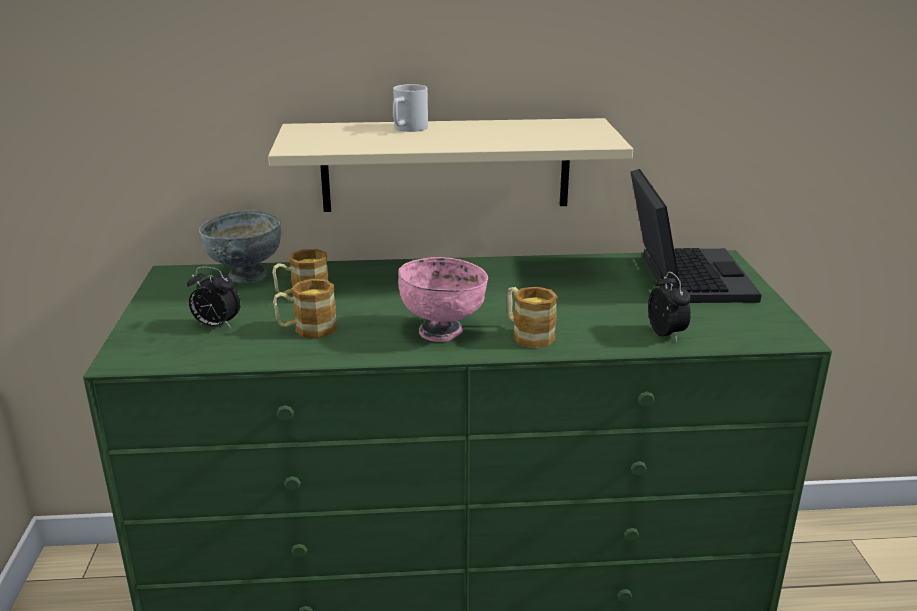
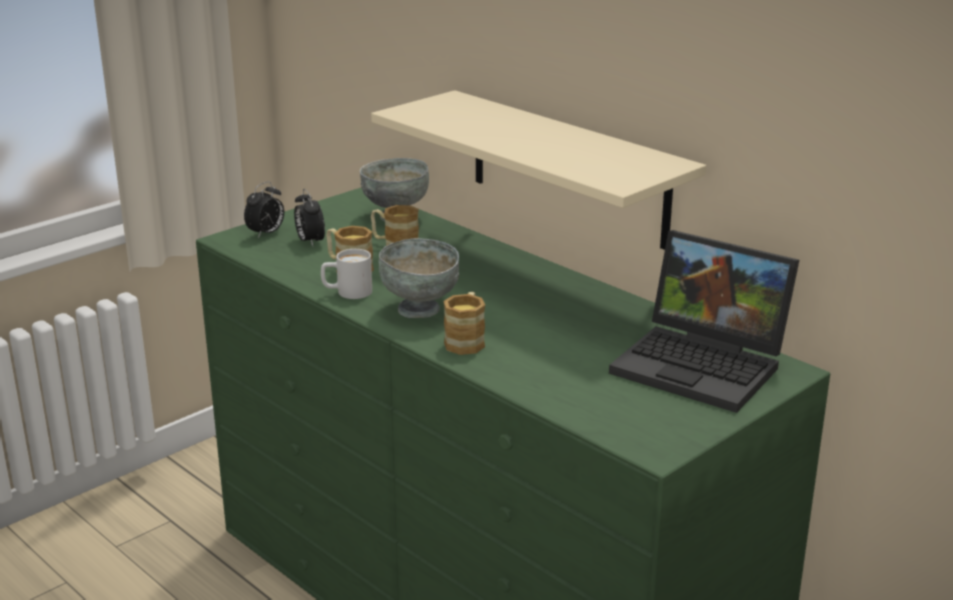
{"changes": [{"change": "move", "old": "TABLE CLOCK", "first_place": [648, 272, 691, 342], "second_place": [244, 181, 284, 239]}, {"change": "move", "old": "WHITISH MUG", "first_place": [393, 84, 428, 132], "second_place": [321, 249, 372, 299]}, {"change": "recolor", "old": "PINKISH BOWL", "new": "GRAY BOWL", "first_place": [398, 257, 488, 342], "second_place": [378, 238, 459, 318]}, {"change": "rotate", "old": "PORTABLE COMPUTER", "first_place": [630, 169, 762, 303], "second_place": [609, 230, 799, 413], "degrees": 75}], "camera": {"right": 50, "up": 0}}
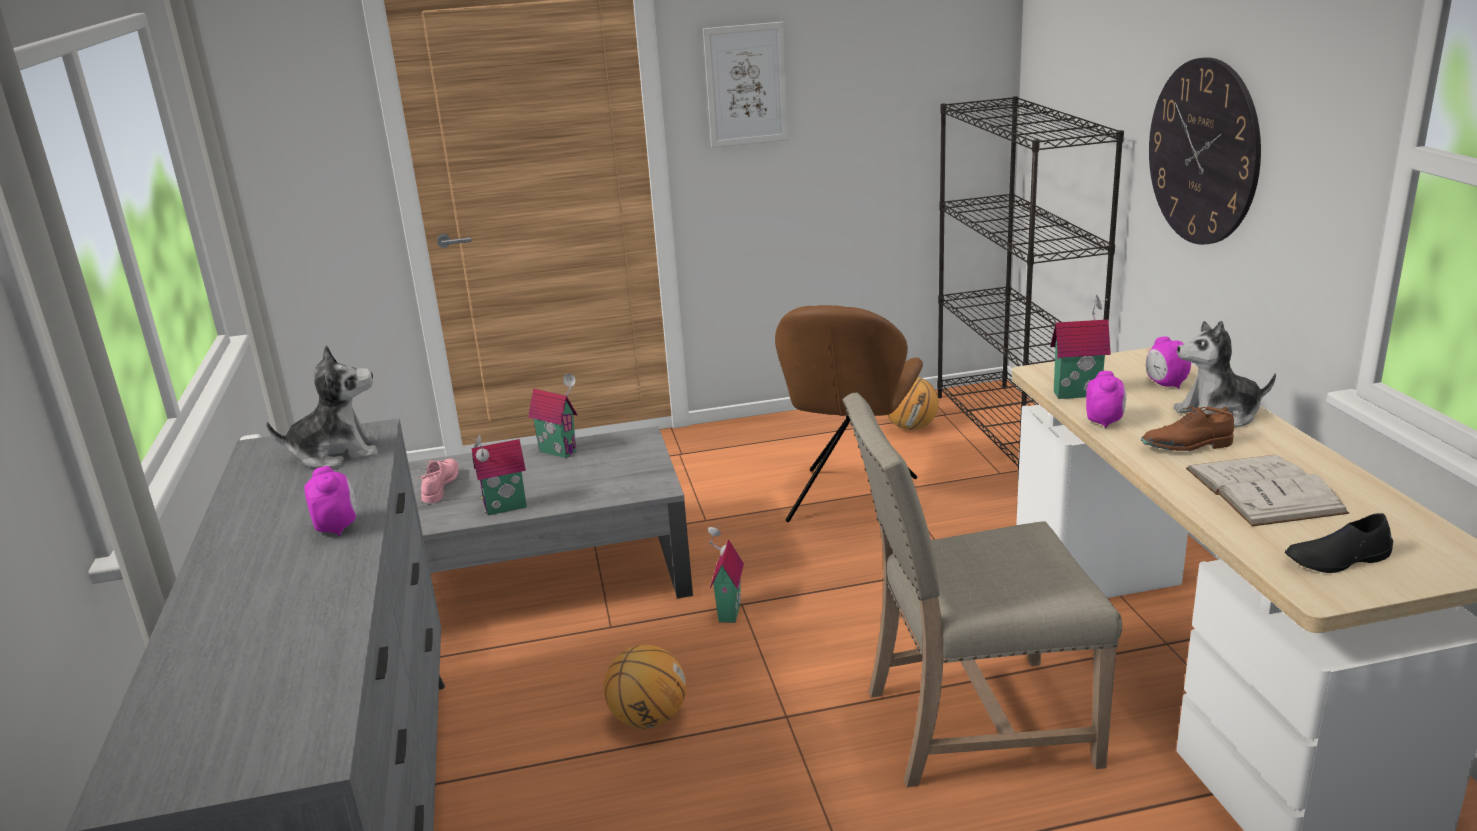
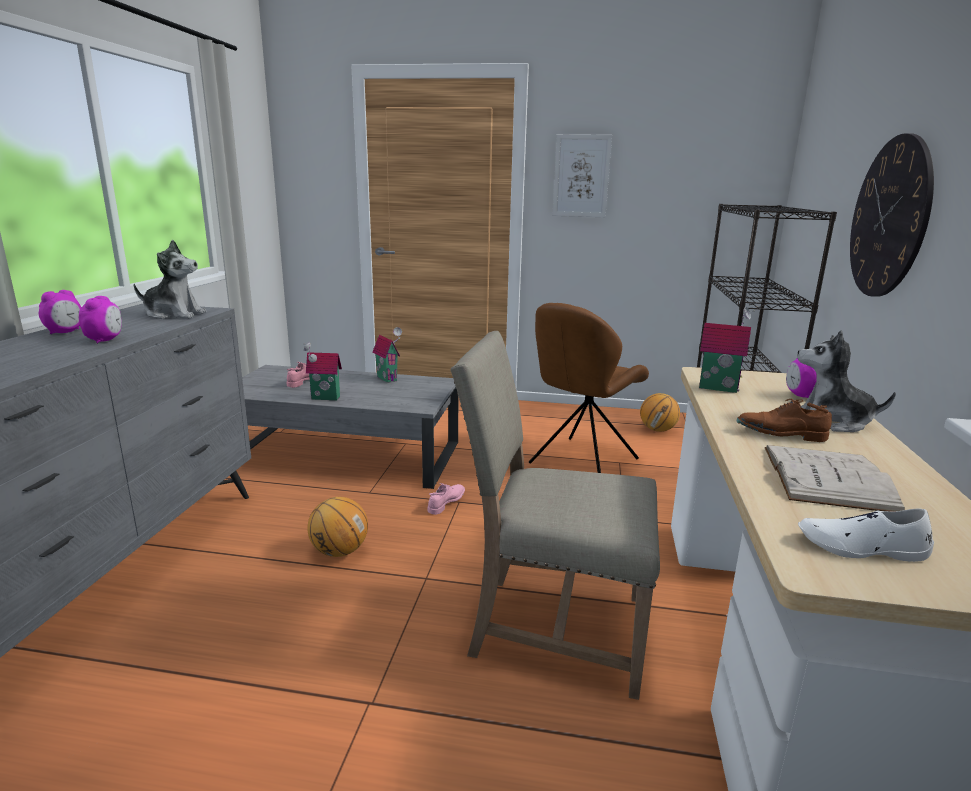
{"changes": [{"change": "move", "old": "TABLE CLOCK", "first_place": [1086, 371, 1126, 428], "second_place": [39, 290, 81, 334]}, {"change": "replace", "old": "TOY HOUSE", "new": "PINKISH SHOE", "first_place": [708, 525, 744, 623], "second_place": [427, 483, 465, 515]}, {"change": "recolor", "old": "BLACK SHOE", "new": "WHITISH SHOE", "first_place": [1285, 513, 1393, 573], "second_place": [798, 509, 934, 562]}], "camera": {"right": 20, "up": -5}}
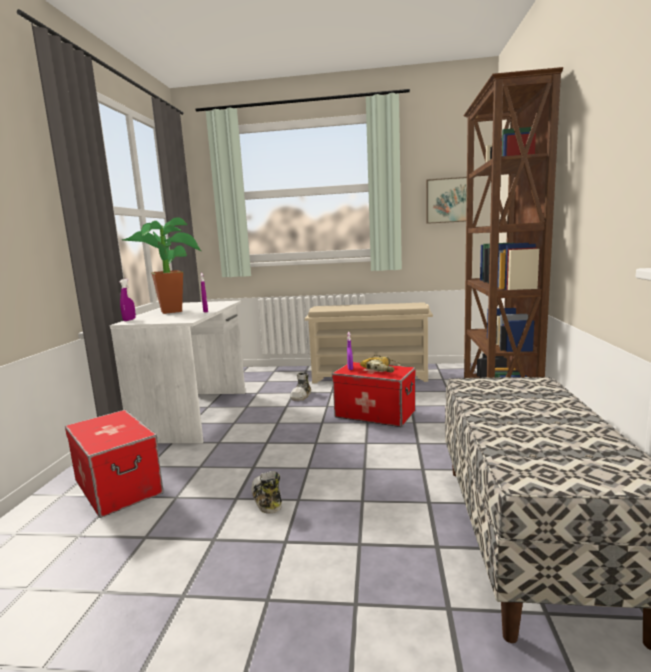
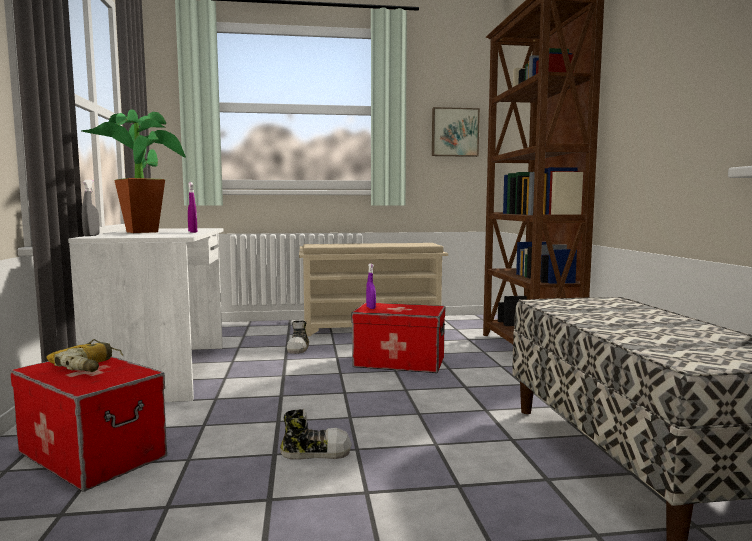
{"changes": [{"change": "move", "old": "DRILL", "first_place": [360, 355, 400, 372], "second_place": [46, 339, 123, 372]}, {"change": "recolor", "old": "PURPLE SPRAYER", "new": "GRAY SPRAYER", "first_place": [119, 279, 136, 321], "second_place": [82, 180, 100, 236]}, {"change": "rotate", "old": "SHOE", "first_place": [251, 471, 282, 514], "second_place": [280, 409, 352, 460], "degrees": 120}], "camera": {"right": -15, "up": -5}}
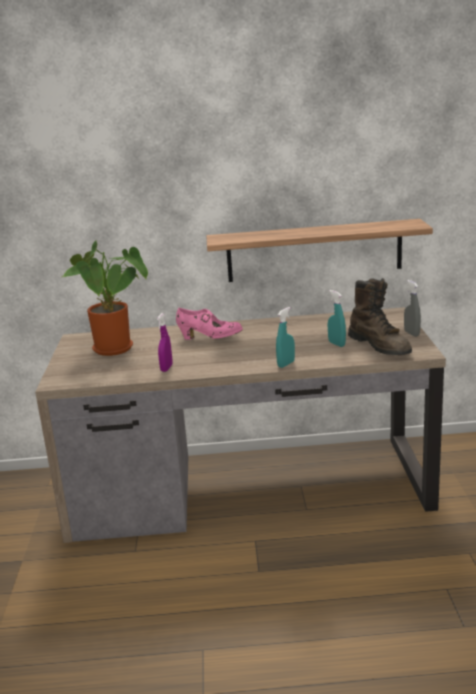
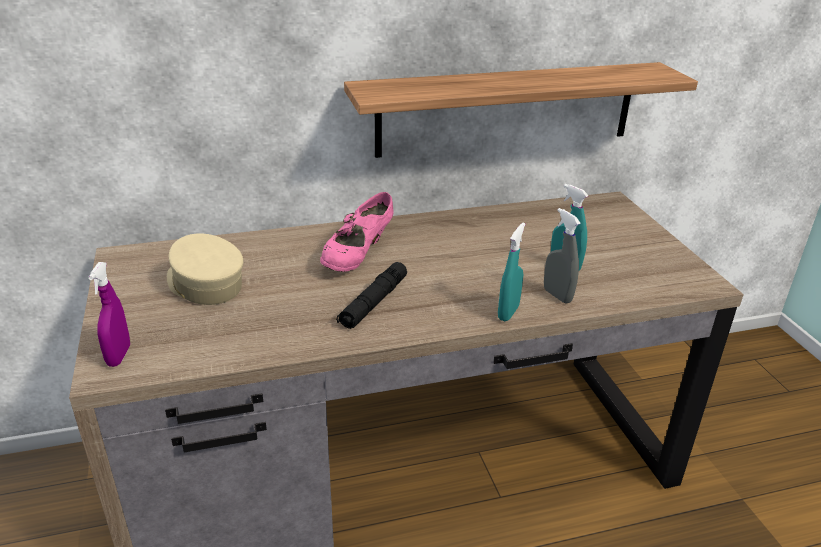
{"changes": [{"change": "move", "old": "PURPLE SPRAYER", "first_place": [157, 313, 173, 372], "second_place": [88, 262, 130, 367]}, {"change": "replace", "old": "HOUSEPLANT", "new": "BEIGE-COLOURED PEAKED CAP", "first_place": [62, 240, 148, 356], "second_place": [167, 234, 243, 305]}, {"change": "rotate", "old": "PINKISH SHOE", "first_place": [176, 308, 243, 340], "second_place": [320, 192, 394, 272], "degrees": 120}, {"change": "insert", "new": "BLACK HAND TORCH", "second_place": [336, 262, 407, 329]}, {"change": "move", "old": "GRAY SPRAYER", "first_place": [404, 280, 421, 337], "second_place": [544, 208, 581, 304]}, {"change": "delete", "old": "BROWN-COLOURED HIGH-TOP BOOT", "first_place": [348, 278, 412, 355]}], "camera": {"right": -15, "up": 10}}
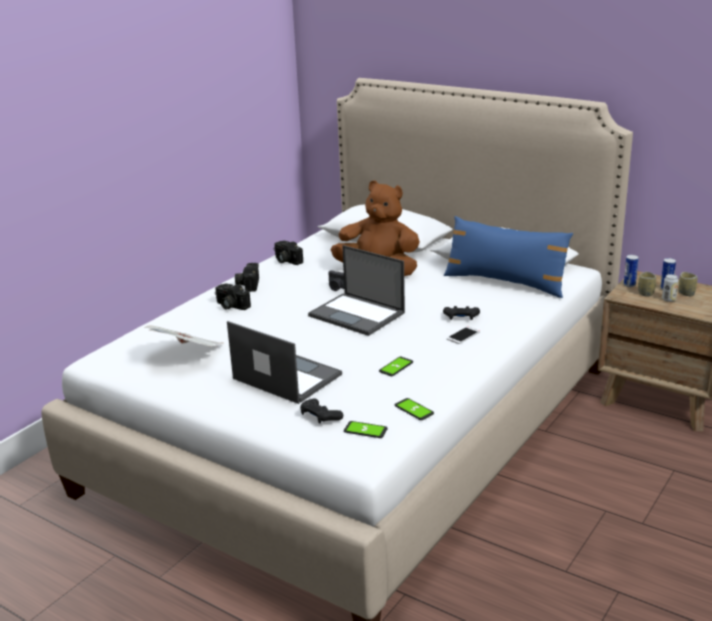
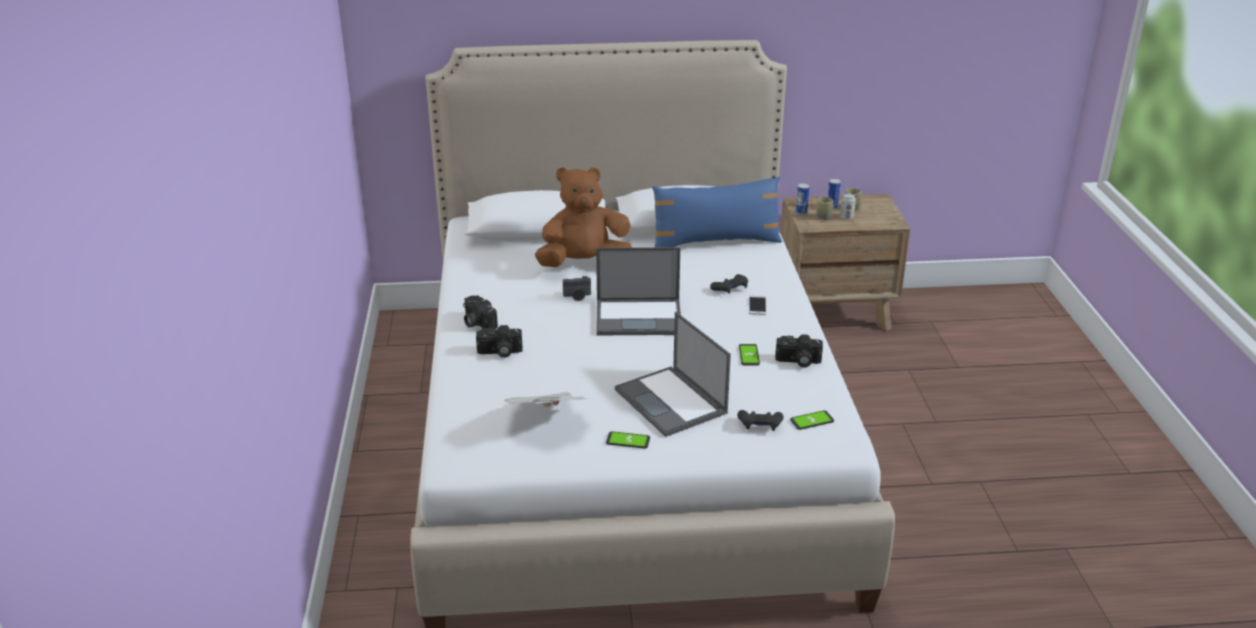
{"changes": [{"change": "move", "old": "PHONE", "first_place": [395, 398, 434, 420], "second_place": [606, 431, 650, 449]}, {"change": "rotate", "old": "PORTABLE COMPUTER", "first_place": [227, 321, 342, 404], "second_place": [615, 312, 731, 437], "degrees": -120}, {"change": "move", "old": "PHOTO CAMERA", "first_place": [274, 241, 303, 265], "second_place": [775, 334, 823, 367]}], "camera": {"right": -40, "up": 5}}
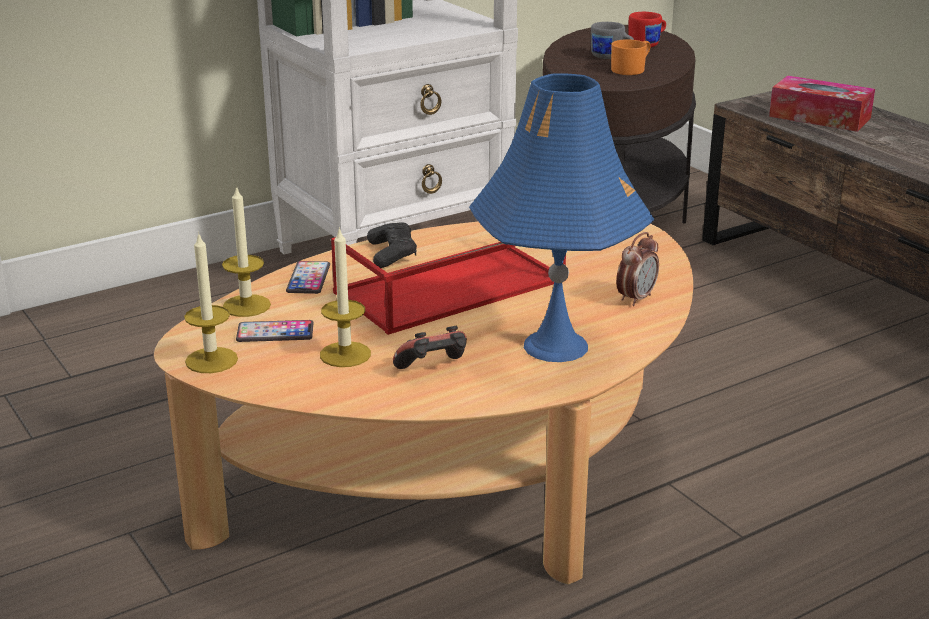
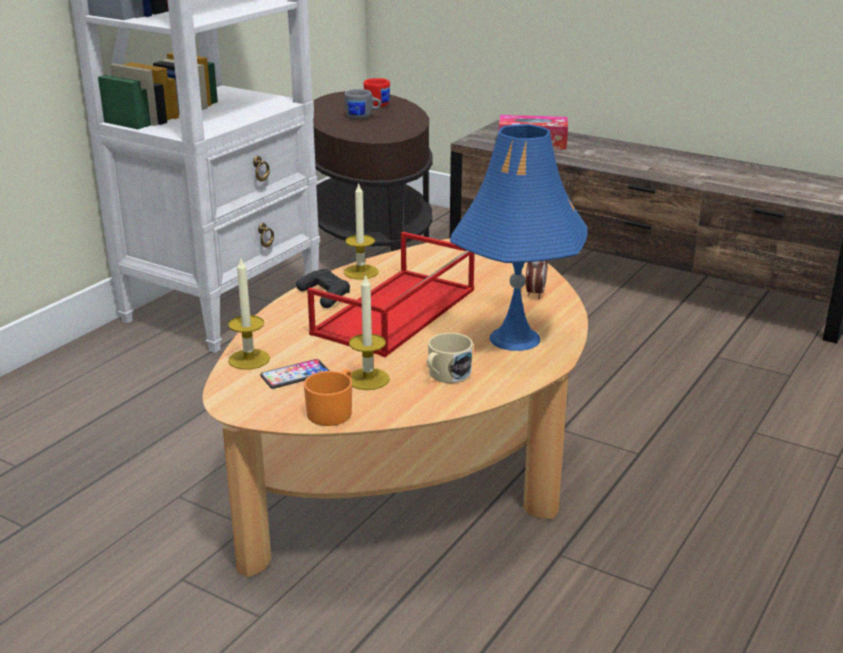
{"changes": [{"change": "move", "old": "ORANGE MUG", "first_place": [611, 39, 651, 75], "second_place": [304, 369, 352, 426]}, {"change": "move", "old": "CANDLE", "first_place": [184, 232, 238, 373], "second_place": [344, 182, 378, 279]}, {"change": "replace", "old": "JOYPAD", "new": "BEIGE-COLOURED MUG", "first_place": [393, 326, 467, 369], "second_place": [427, 333, 473, 383]}, {"change": "delete", "old": "PHONE", "first_place": [286, 261, 330, 294]}], "camera": {"right": -25, "up": 0}}
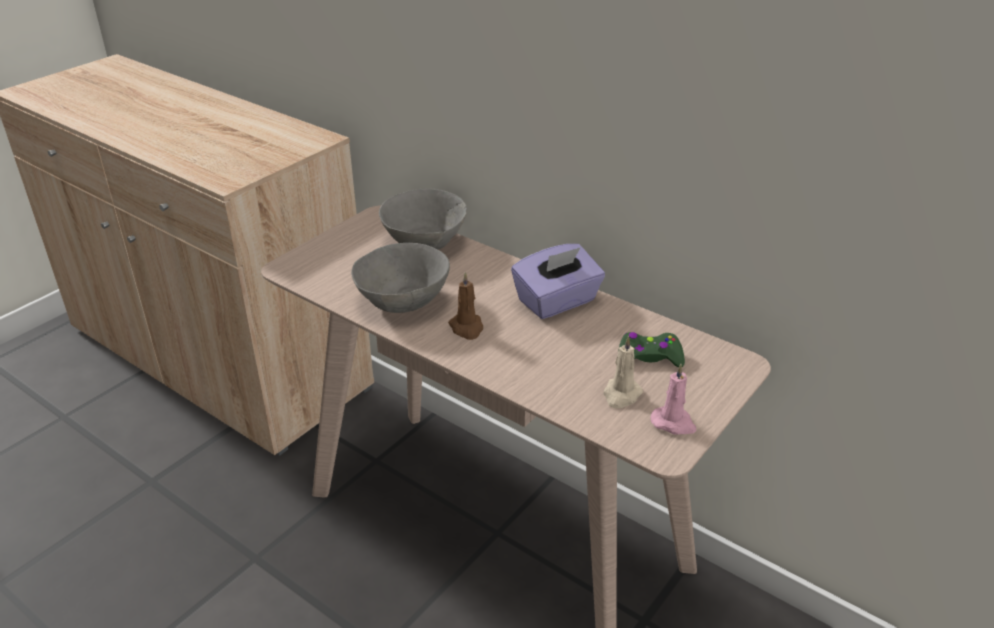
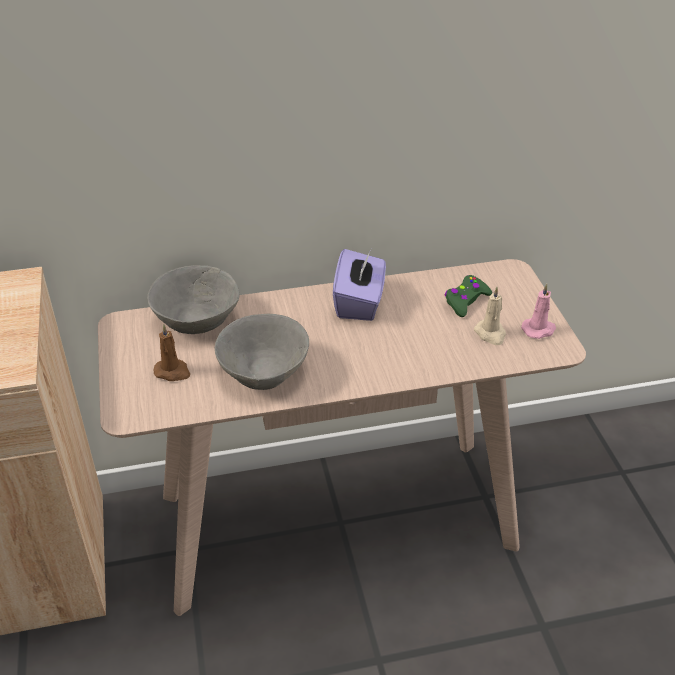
{"changes": [{"change": "move", "old": "BROWN-COLOURED CANDLE", "first_place": [448, 272, 483, 340], "second_place": [154, 324, 190, 381]}], "camera": {"right": -50, "up": 5}}
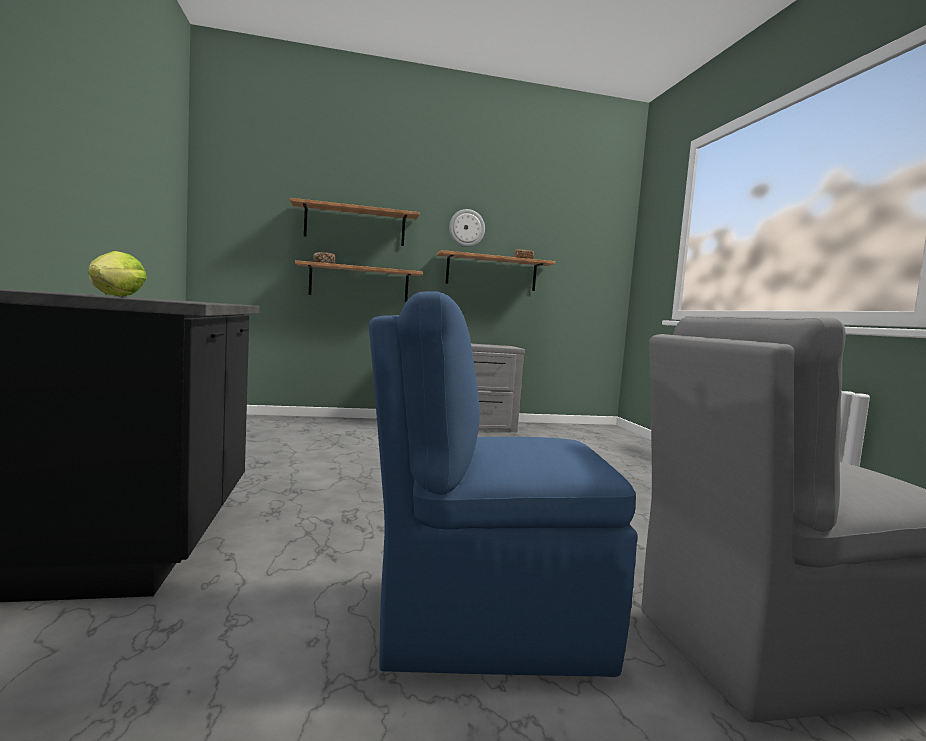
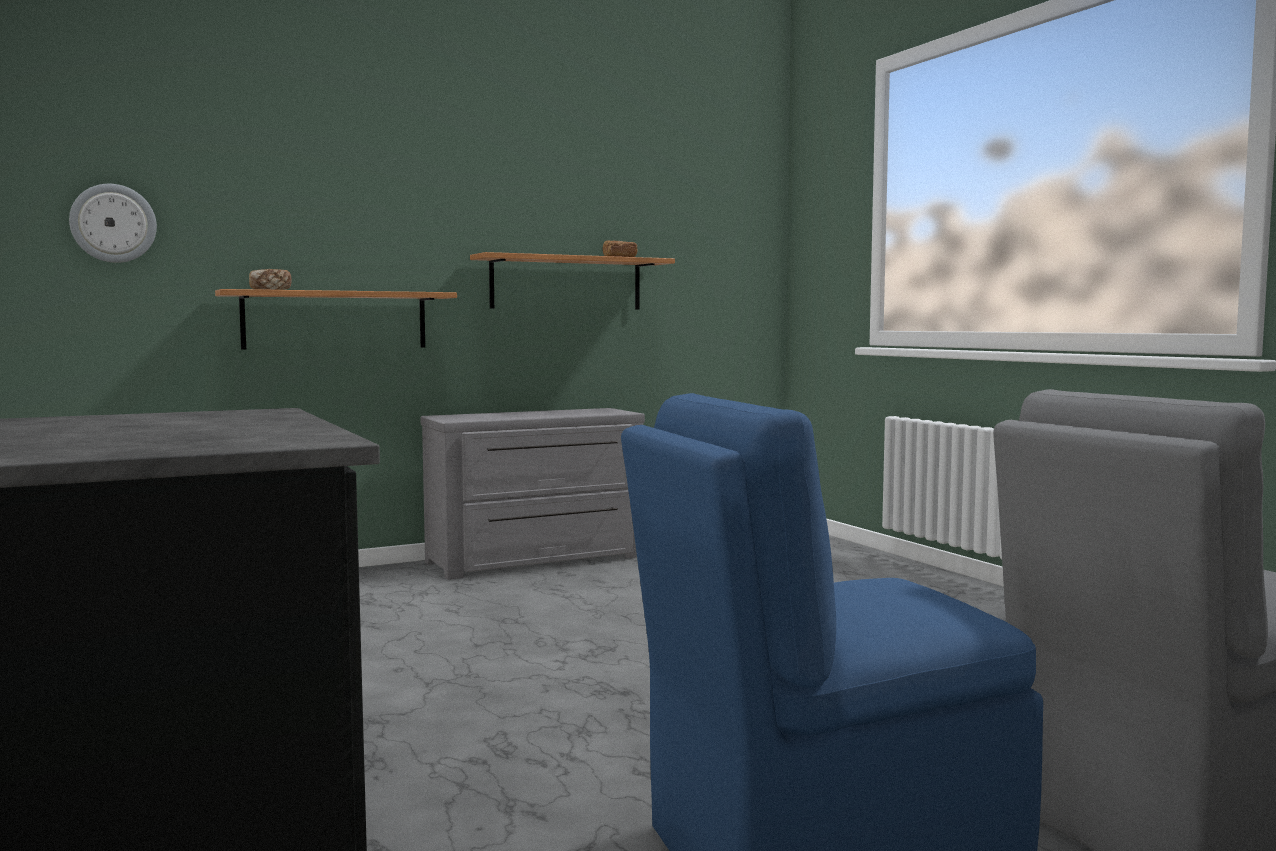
{"changes": [{"change": "move", "old": "WALL CLOCK", "first_place": [449, 209, 485, 247], "second_place": [69, 184, 157, 263]}, {"change": "delete", "old": "HEAD OF LETTUCE", "first_place": [88, 251, 147, 297]}, {"change": "delete", "old": "WALL SHELF", "first_place": [290, 198, 420, 246]}], "camera": {"right": -15, "up": 0}}
